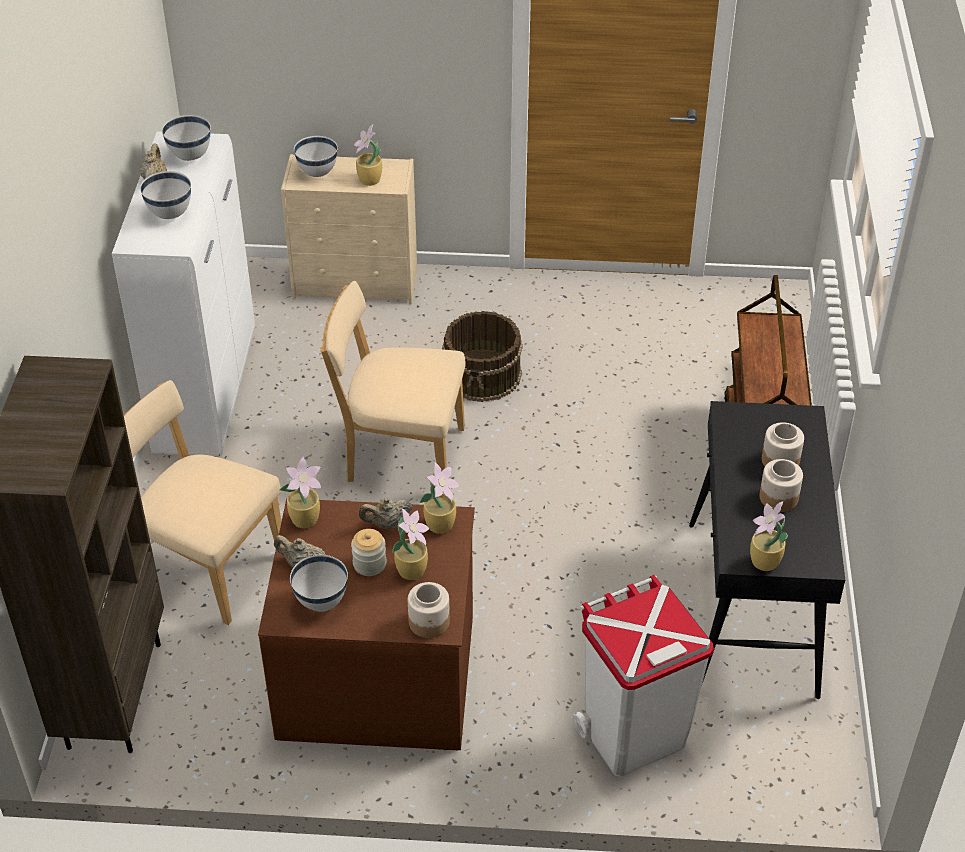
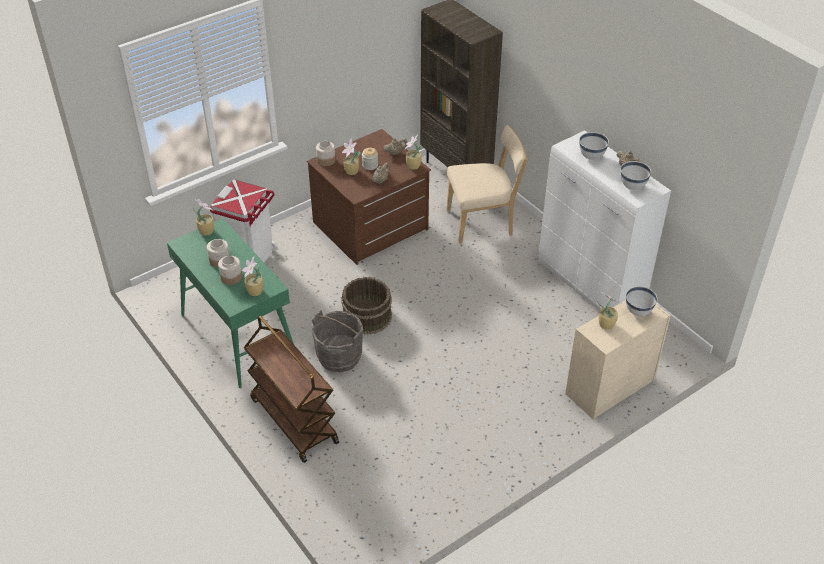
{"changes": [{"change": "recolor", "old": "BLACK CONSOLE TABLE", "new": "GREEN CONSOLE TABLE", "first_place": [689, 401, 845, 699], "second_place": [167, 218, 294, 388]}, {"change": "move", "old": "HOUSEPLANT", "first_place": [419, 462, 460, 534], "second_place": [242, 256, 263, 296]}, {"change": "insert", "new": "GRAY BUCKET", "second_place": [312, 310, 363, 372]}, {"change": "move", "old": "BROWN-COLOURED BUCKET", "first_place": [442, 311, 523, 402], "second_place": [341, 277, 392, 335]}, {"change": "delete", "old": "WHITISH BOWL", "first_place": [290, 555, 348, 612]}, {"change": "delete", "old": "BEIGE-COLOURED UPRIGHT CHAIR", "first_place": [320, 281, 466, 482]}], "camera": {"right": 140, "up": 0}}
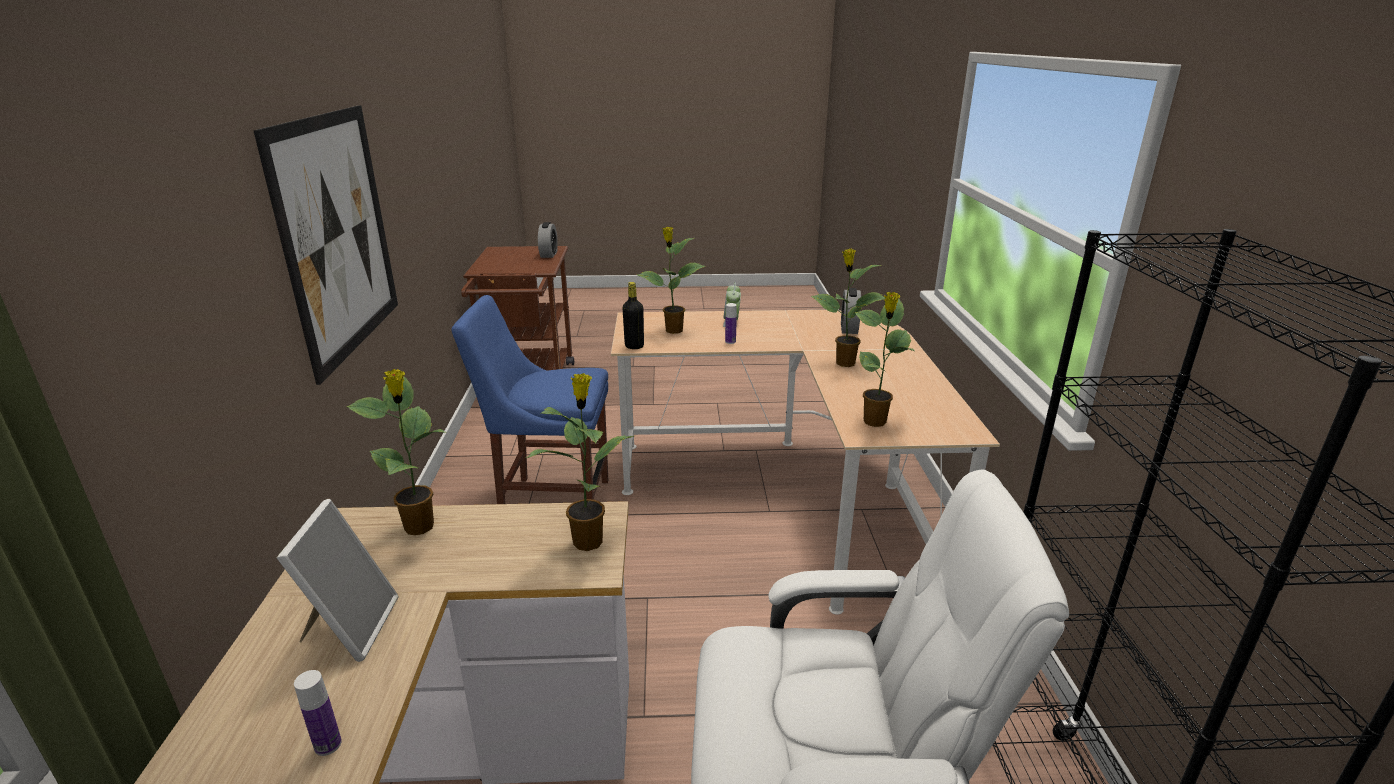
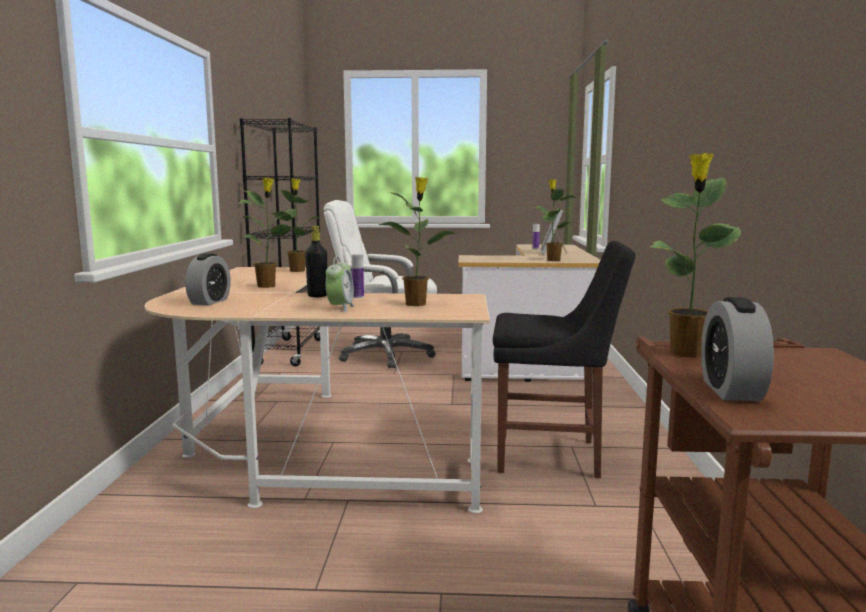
{"changes": [{"change": "move", "old": "BLACK BEVERAGE BOTTLE", "first_place": [623, 282, 644, 349], "second_place": [305, 226, 327, 297]}, {"change": "recolor", "old": "BLUISH UPRIGHT CHAIR", "new": "BLACK UPRIGHT CHAIR", "first_place": [451, 295, 608, 504], "second_place": [493, 241, 636, 478]}, {"change": "move", "old": "HOUSEPLANT", "first_place": [526, 373, 636, 551], "second_place": [649, 153, 741, 358]}, {"change": "delete", "old": "PICTURE", "first_place": [253, 105, 398, 385]}], "camera": {"right": -175, "up": -15}}
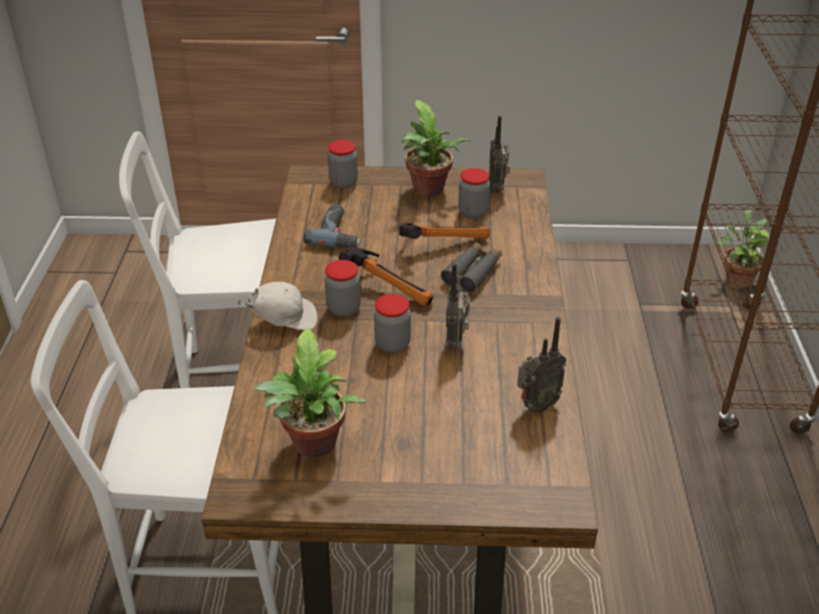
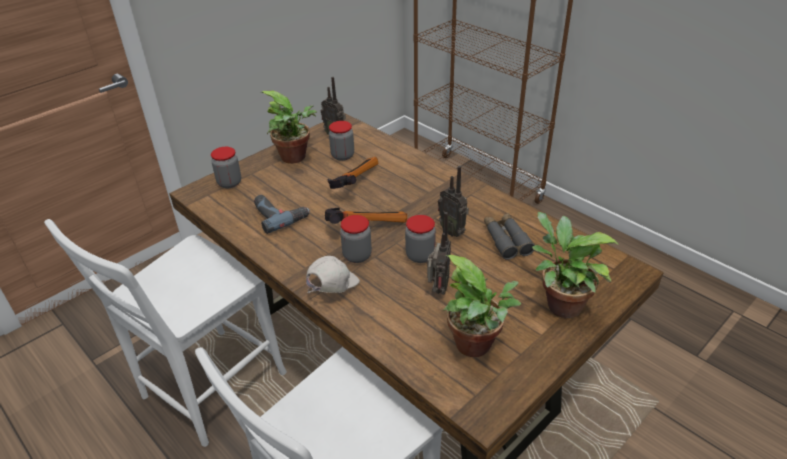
{"changes": [{"change": "move", "old": "RADIO SET", "first_place": [517, 317, 566, 413], "second_place": [427, 212, 451, 295]}, {"change": "move", "old": "GRAY BINOCULARS", "first_place": [441, 242, 502, 293], "second_place": [484, 213, 535, 260]}, {"change": "move", "old": "HOUSEPLANT", "first_place": [714, 210, 770, 288], "second_place": [532, 212, 619, 318]}], "camera": {"right": -45, "up": 0}}
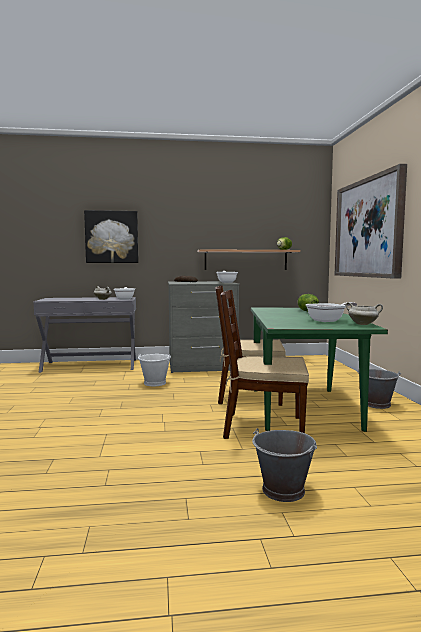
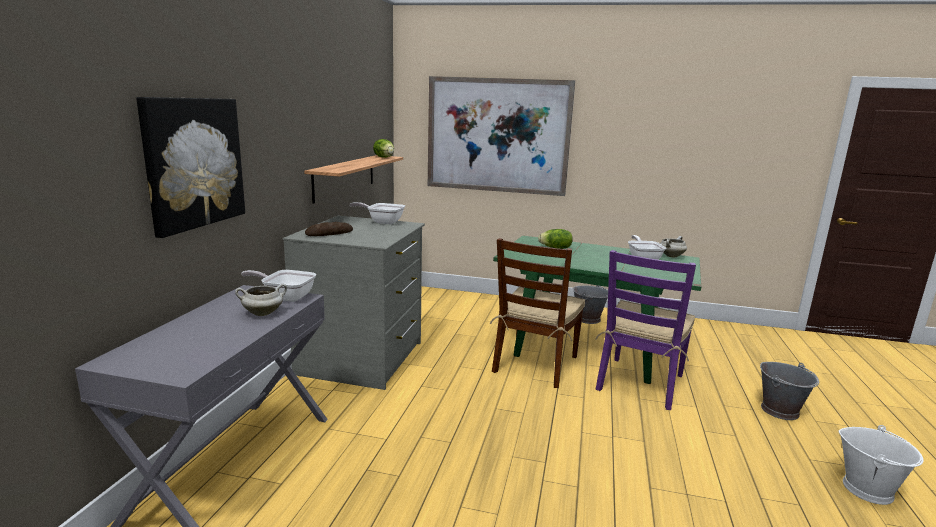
{"changes": [{"change": "recolor", "old": "BROWN-COLOURED UPRIGHT CHAIR", "new": "PURPLE UPRIGHT CHAIR", "first_place": [220, 290, 309, 439], "second_place": [595, 250, 696, 410]}, {"change": "move", "old": "WHITISH BUCKET", "first_place": [138, 353, 171, 386], "second_place": [839, 425, 924, 505]}], "camera": {"right": -70, "up": 10}}
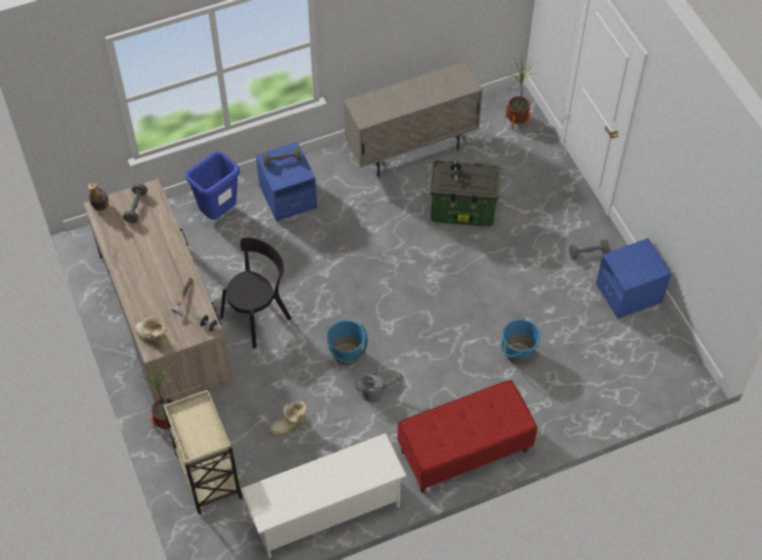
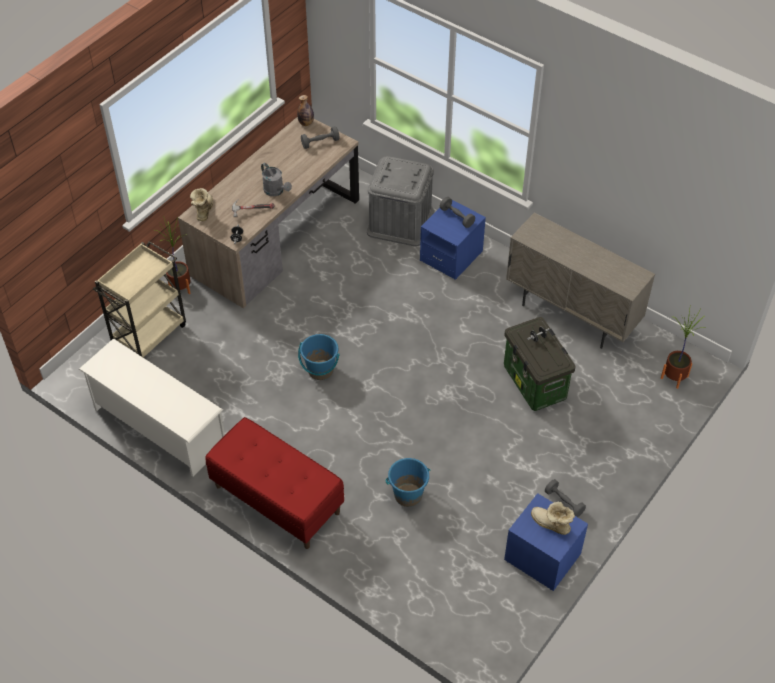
{"changes": [{"change": "move", "old": "GRAY WATERING CAN", "first_place": [355, 372, 404, 403], "second_place": [261, 163, 292, 196]}, {"change": "replace", "old": "BLUISH TRASH CAN", "new": "GRAY STORAGE CONTAINER", "first_place": [185, 151, 240, 220], "second_place": [367, 156, 434, 247]}, {"change": "move", "old": "HIGH-TOP BOOT", "first_place": [269, 401, 308, 435], "second_place": [531, 502, 575, 535]}, {"change": "delete", "old": "BLACK UPRIGHT CHAIR", "first_place": [220, 237, 292, 348]}], "camera": {"right": 60, "up": -5}}
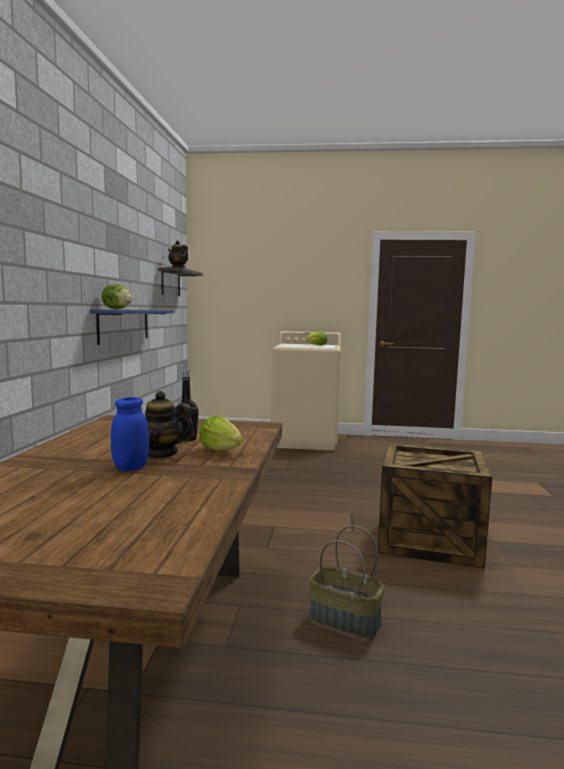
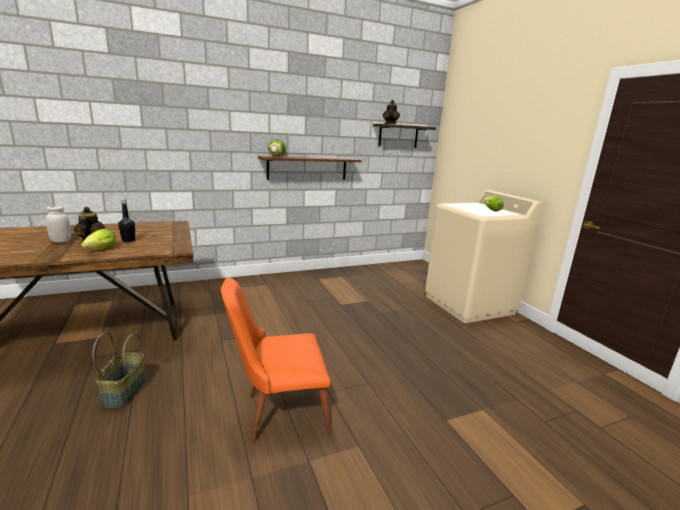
{"changes": [{"change": "recolor", "old": "BLUISH JAR", "new": "WHITISH JAR", "first_place": [111, 397, 149, 472], "second_place": [46, 206, 71, 243]}, {"change": "replace", "old": "SHIPPING CRATE", "new": "ORANGE UPRIGHT CHAIR", "first_place": [378, 443, 492, 569], "second_place": [221, 278, 332, 444]}, {"change": "recolor", "old": "BLUISH WALL SHELF", "new": "BROWN-COLOURED WALL SHELF", "first_place": [90, 309, 174, 345], "second_place": [258, 156, 362, 180]}], "camera": {"right": 60, "up": 10}}
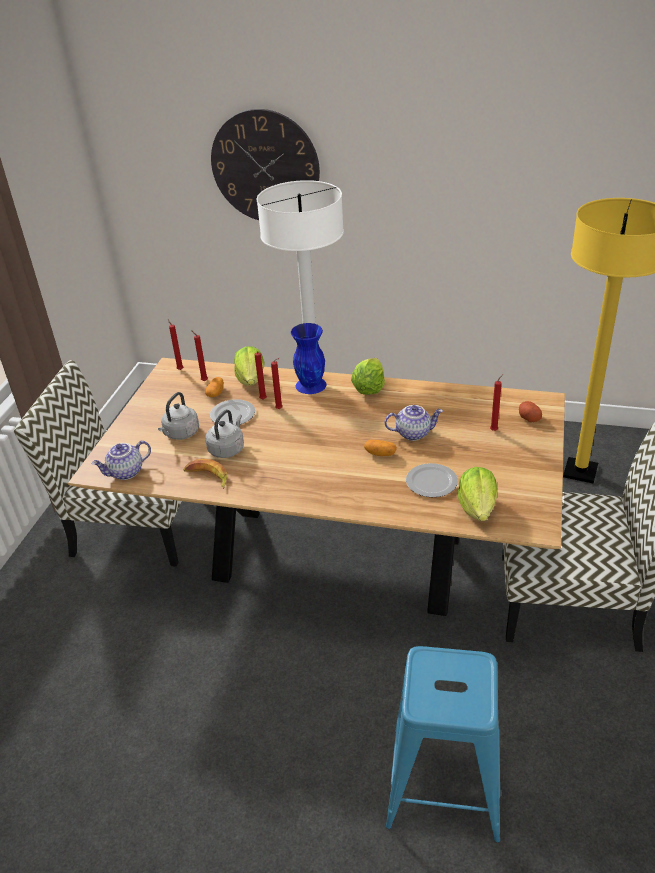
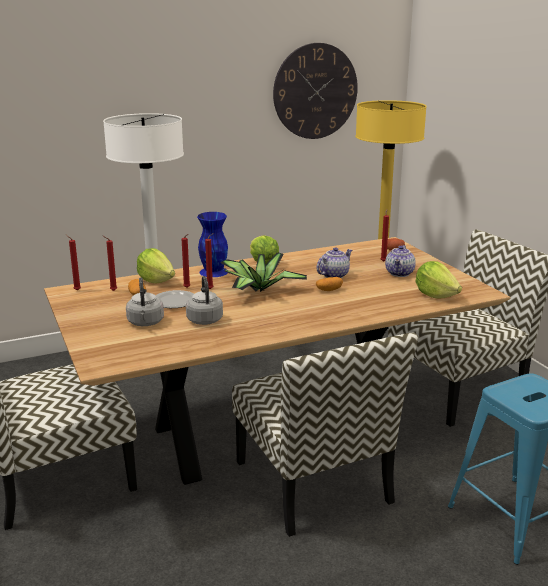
{"changes": [{"change": "insert", "new": "HOUSEPLANT", "second_place": [220, 253, 307, 292]}, {"change": "insert", "new": "UPRIGHT CHAIR", "second_place": [232, 332, 418, 537]}, {"change": "move", "old": "WALL CLOCK", "first_place": [211, 109, 320, 220], "second_place": [273, 43, 358, 139]}, {"change": "move", "old": "TEAPOT", "first_place": [92, 441, 151, 480], "second_place": [385, 245, 416, 277]}, {"change": "delete", "old": "WHOLE BANANA", "first_place": [183, 459, 227, 489]}, {"change": "delete", "old": "DINNER PLATE", "first_place": [406, 463, 458, 497]}], "camera": {"right": -40, "up": -15}}
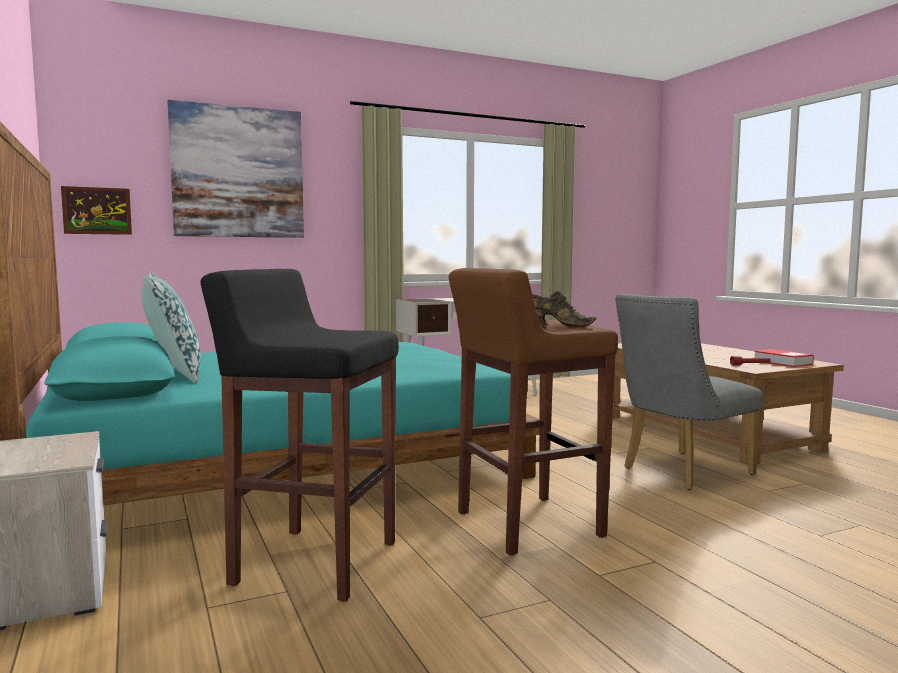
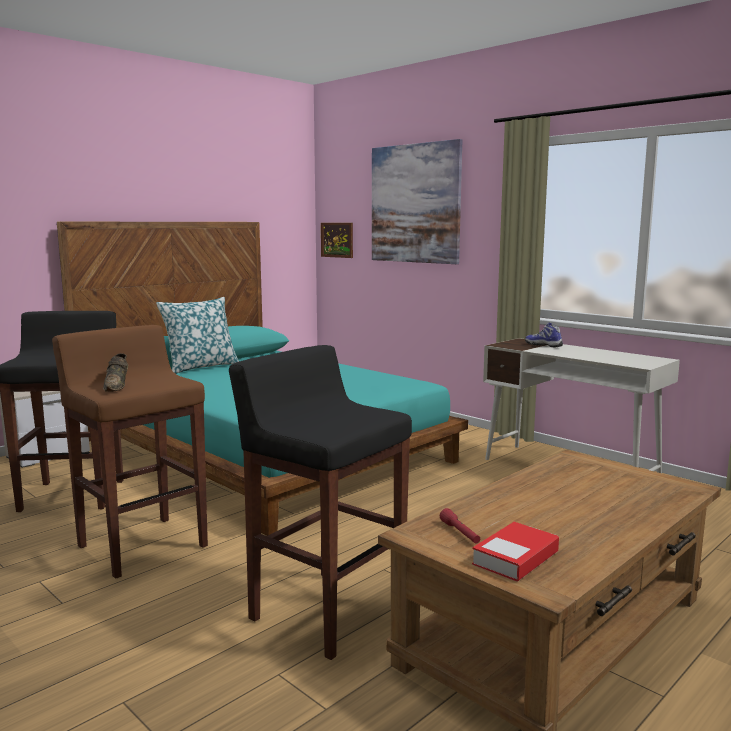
{"changes": [{"change": "replace", "old": "GRAY UPRIGHT CHAIR", "new": "BLACK STOOL SEAT", "first_place": [615, 294, 763, 490], "second_place": [229, 345, 412, 660]}, {"change": "insert", "new": "SHOE", "second_place": [525, 323, 563, 347]}], "camera": {"right": 70, "up": 5}}
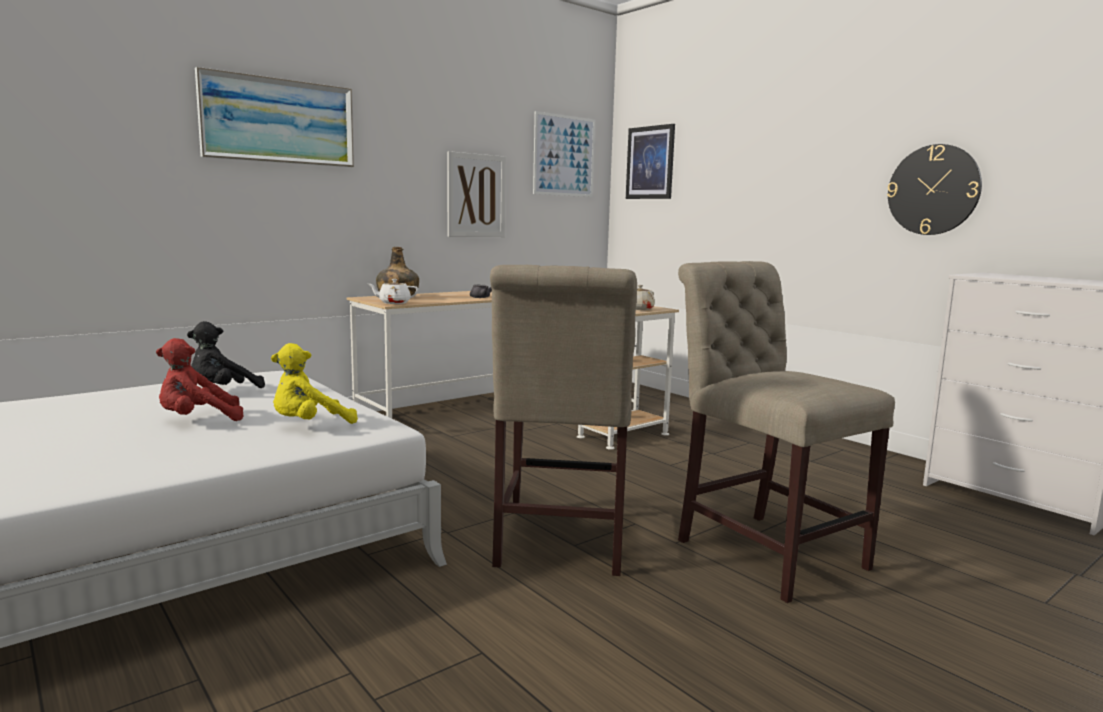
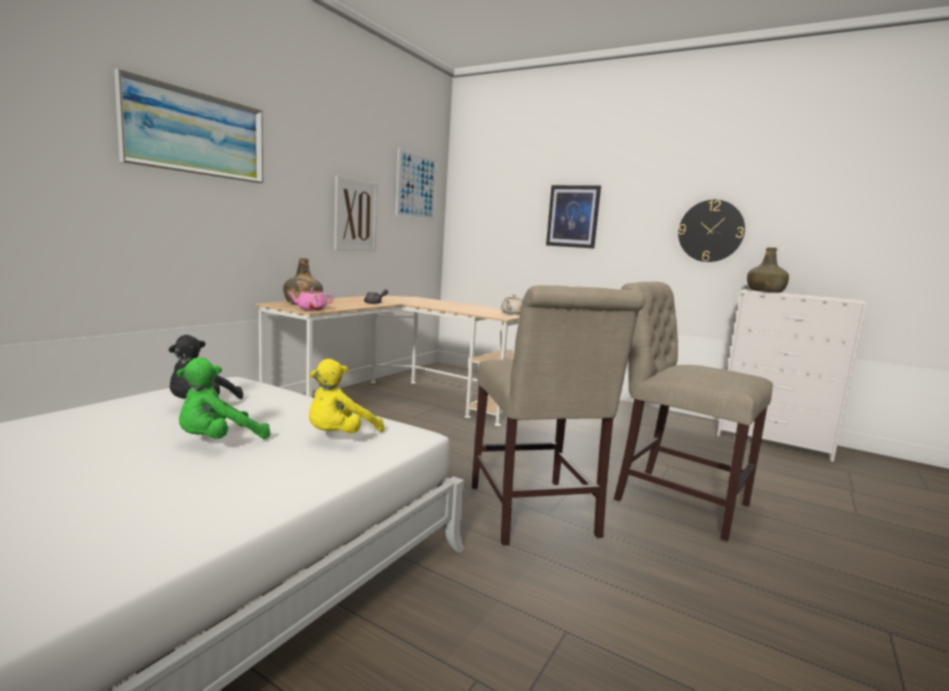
{"changes": [{"change": "recolor", "old": "RED-COLOURED PLUSH TOY", "new": "GREEN PLUSH TOY", "first_place": [156, 338, 244, 421], "second_place": [177, 357, 270, 439]}, {"change": "recolor", "old": "WHITISH TEAPOT", "new": "PINKISH TEAPOT", "first_place": [368, 279, 418, 304], "second_place": [288, 288, 333, 311]}, {"change": "move", "old": "PICTURE", "first_place": [626, 124, 675, 199], "second_place": [546, 185, 601, 249]}, {"change": "insert", "new": "GREEN BEVERAGE BOTTLE", "second_place": [747, 247, 789, 292]}], "camera": {"right": -20, "up": 0}}
